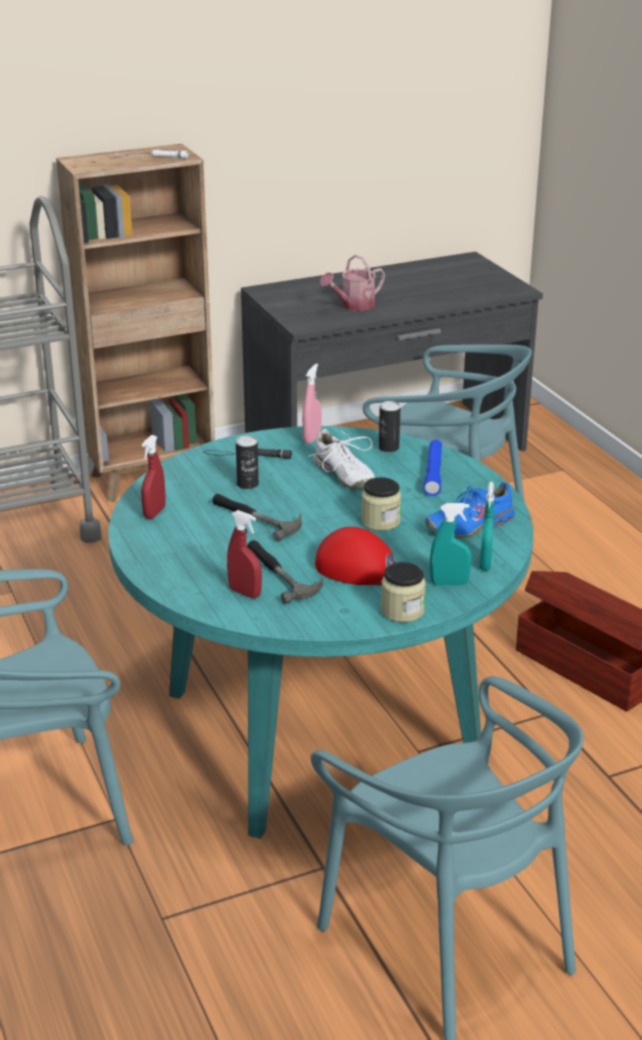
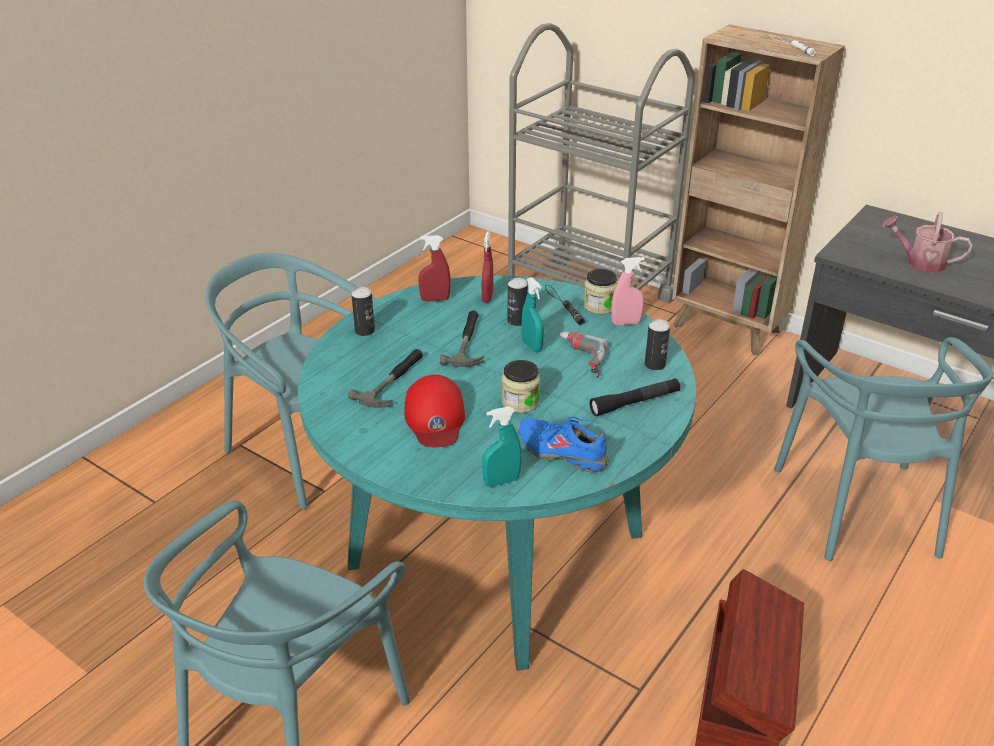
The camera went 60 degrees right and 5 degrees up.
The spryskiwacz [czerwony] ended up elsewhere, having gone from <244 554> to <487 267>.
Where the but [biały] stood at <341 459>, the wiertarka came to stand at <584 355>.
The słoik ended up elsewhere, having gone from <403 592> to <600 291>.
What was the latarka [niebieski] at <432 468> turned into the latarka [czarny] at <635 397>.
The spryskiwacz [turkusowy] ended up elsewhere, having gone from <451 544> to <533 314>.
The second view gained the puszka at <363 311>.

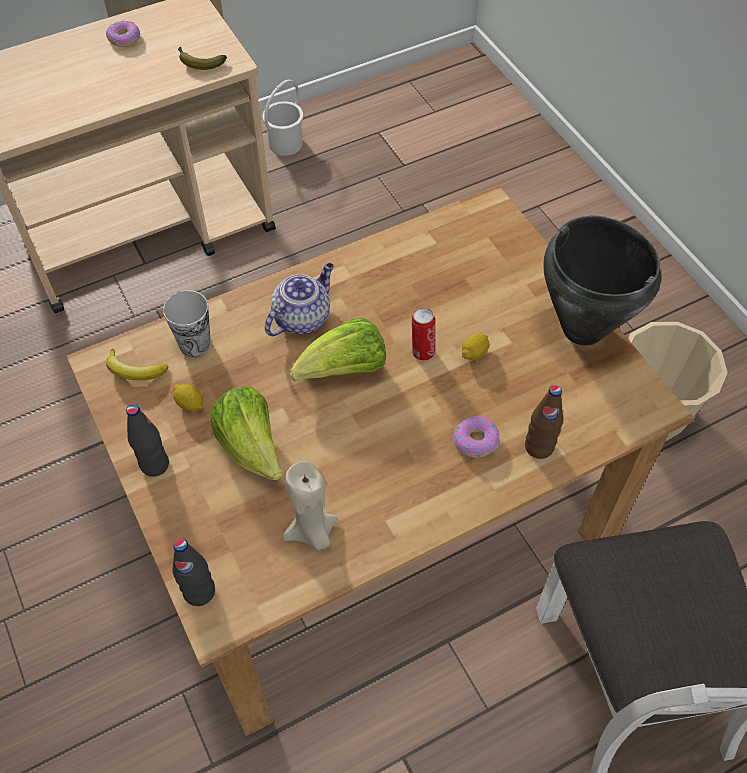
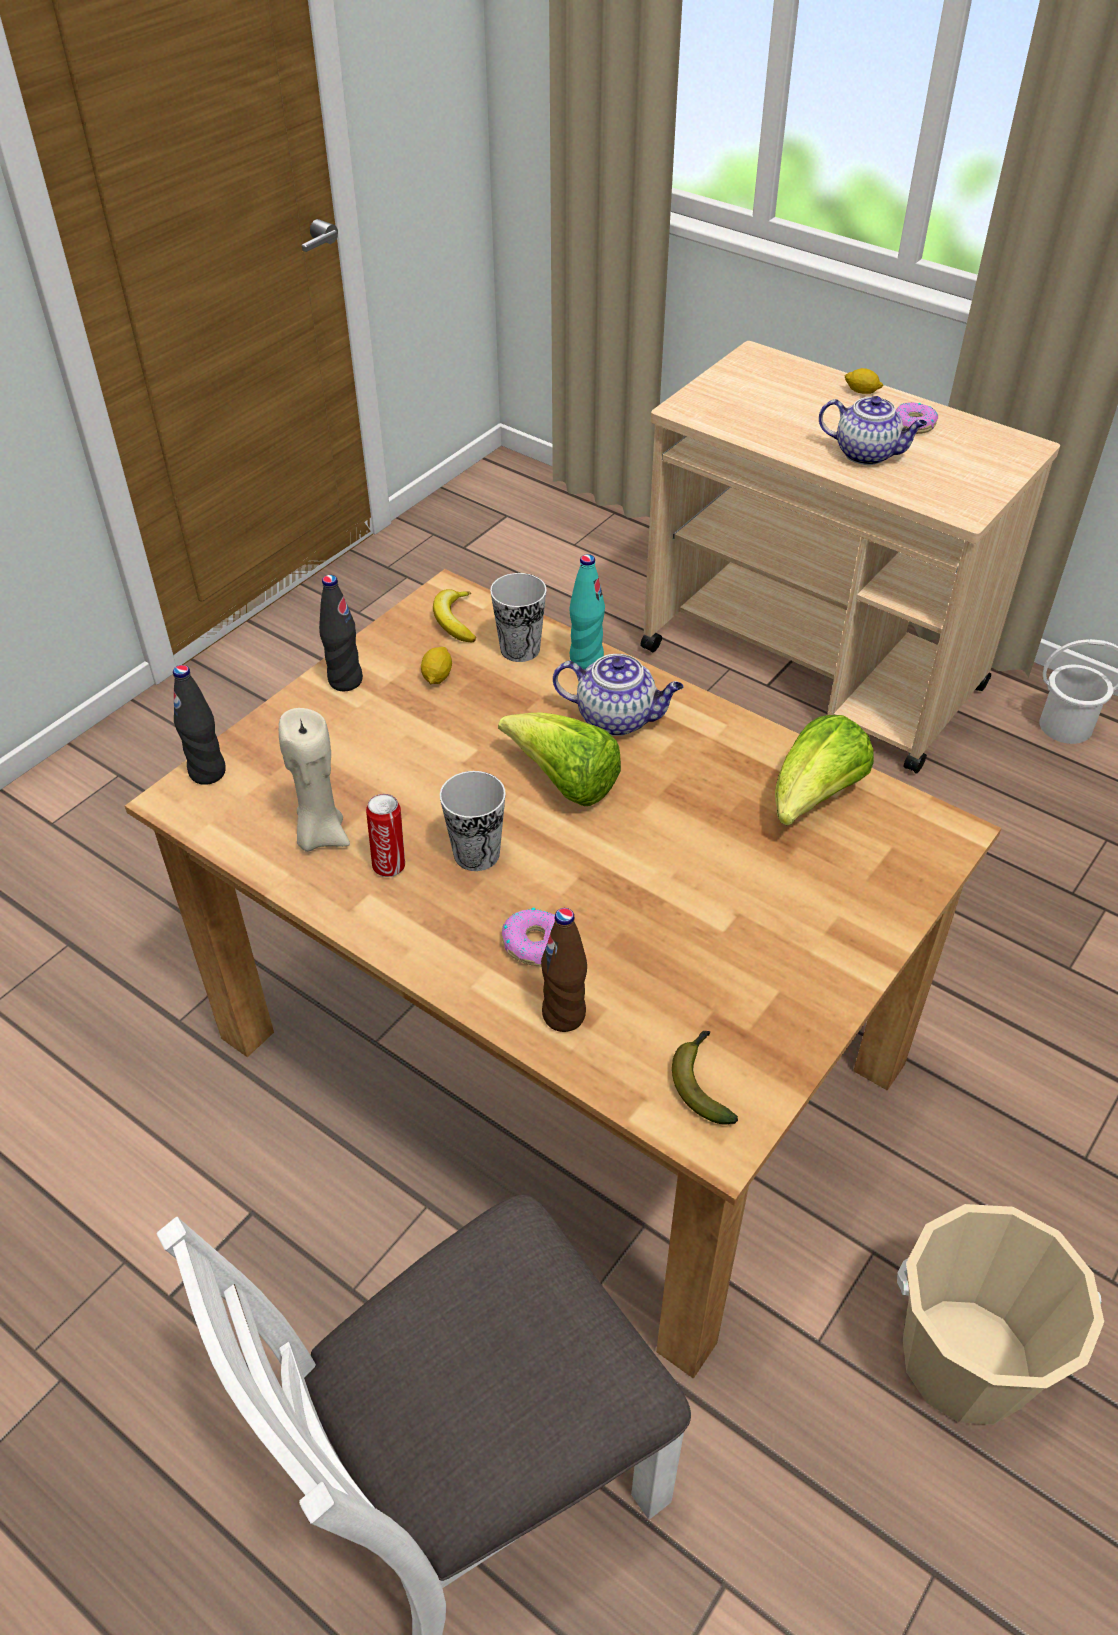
The camera went 65 degrees right and 10 degrees down.
The banan ended up elsewhere, having gone from <202 58> to <705 1078>.
The sałata ended up elsewhere, having gone from <246 433> to <824 770>.
The puszka ended up elsewhere, having gone from <423 334> to <385 835>.
The cytryna ended up elsewhere, having gone from <476 346> to <864 381>.
The second view lost the garnek [czarny] at <602 281>.
The second view gained the filiżanka at <473 821>.
The second view gained the butelka [turkusowy] at <587 611>.
The second view gained the imbryk at <873 430>.

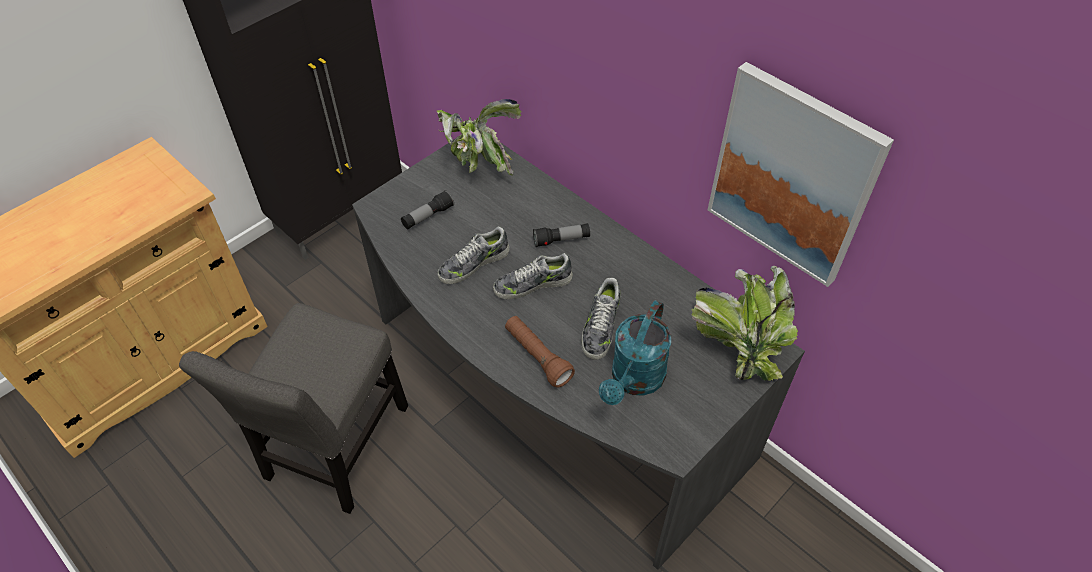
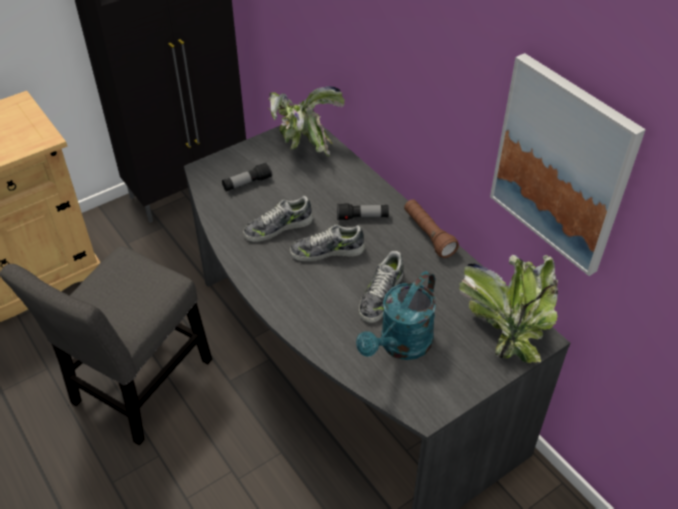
The camera went 10 degrees right and 5 degrees down.
The latarka [brązowy] ended up elsewhere, having gone from <540 352> to <431 228>.

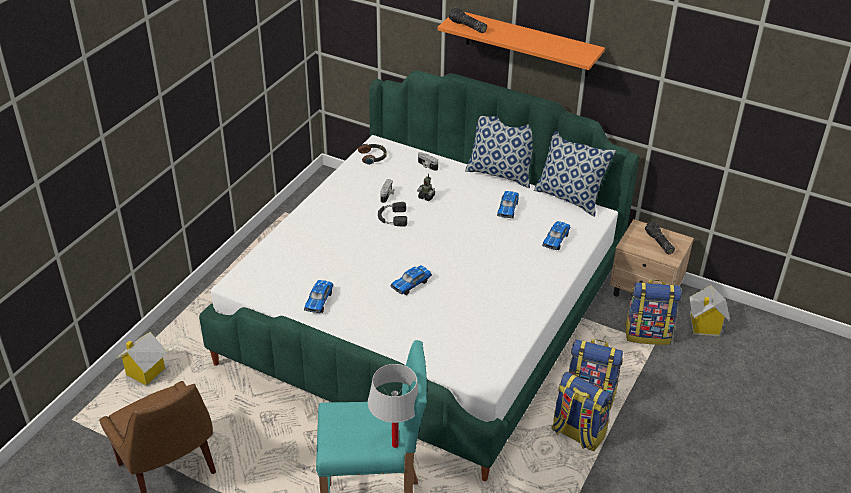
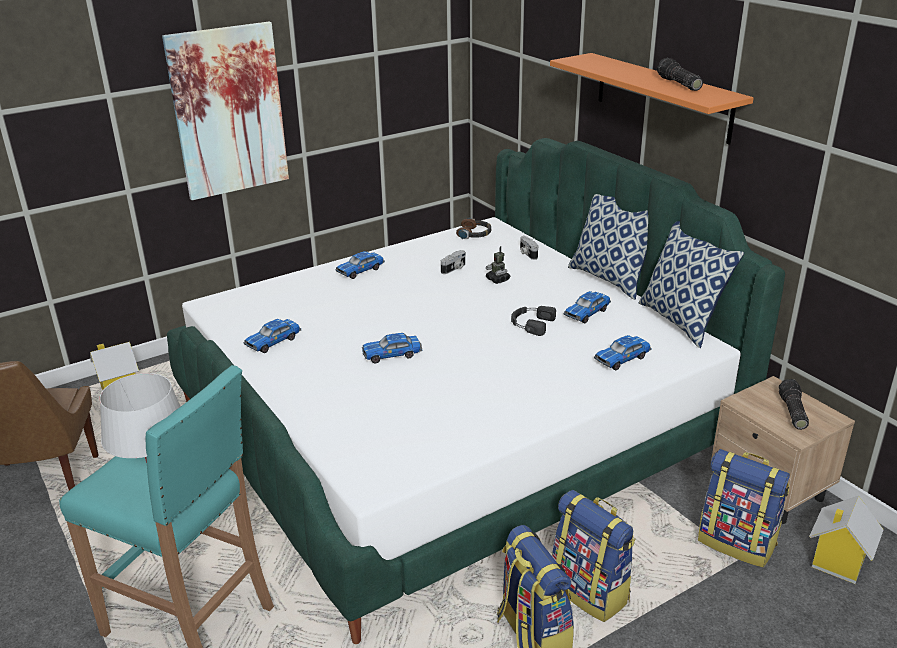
The camera went 30 degrees right and 10 degrees down.
The słuchawki [czarny] ended up elsewhere, having gone from <392 214> to <533 321>.
The latarka ended up elsewhere, having gone from <468 20> to <680 74>.
The second view gained the obraz at <225 110>.
The second view gained the samochodzik at <360 265>.

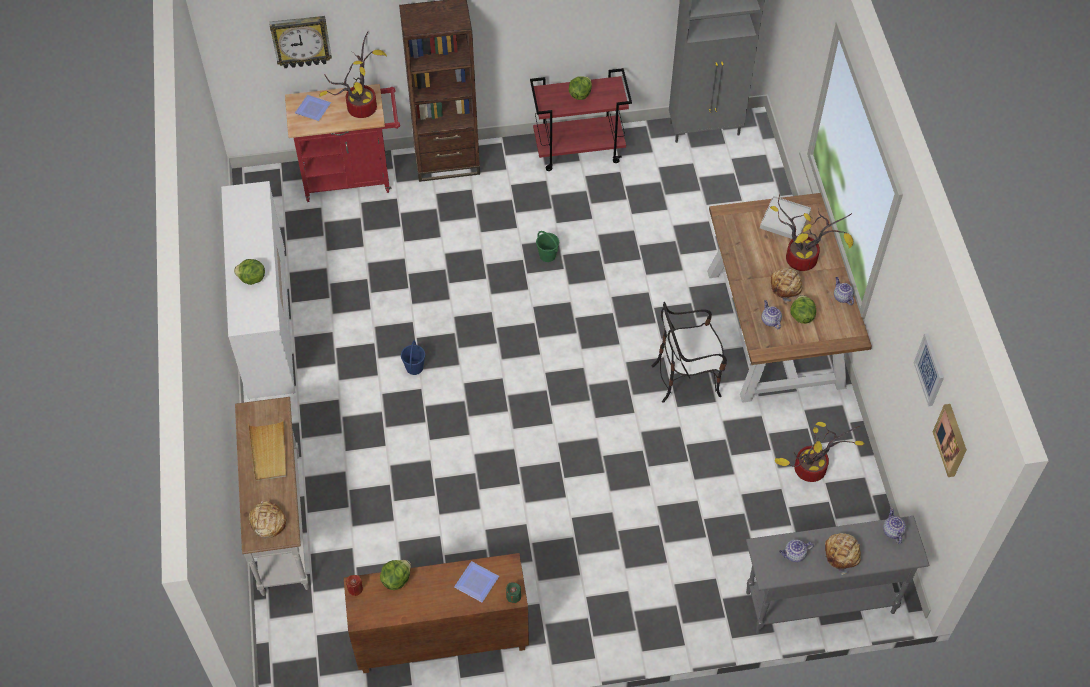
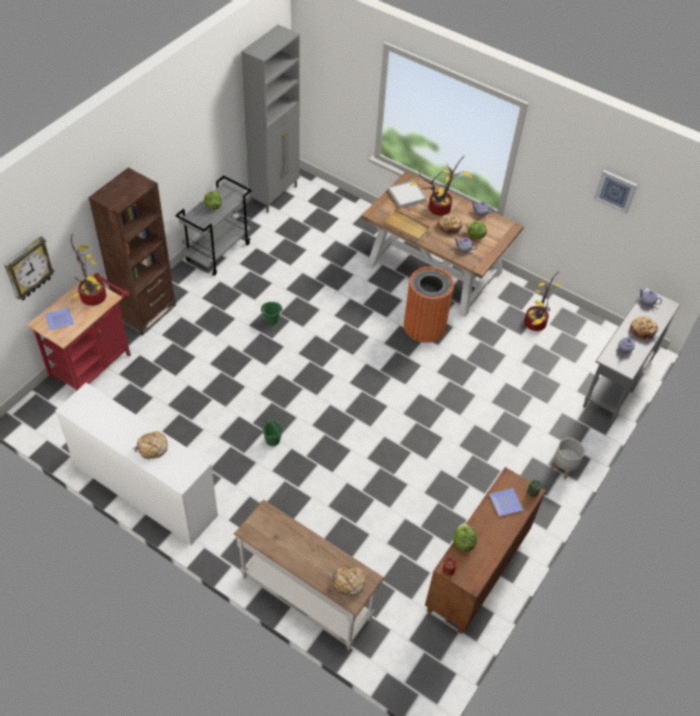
The camera went 50 degrees left and 5 degrees down.
Where the sałata stood at <249 272>, the chleb came to stand at <150 445>.
The taca [beżowy] ended up elsewhere, having gone from <267 450> to <406 225>.
What was the wiadro [niebieski] at <413 358> turned into the wiadro [zielony] at <272 432>.
What was the wózek [czerwony] at <581 119> turned into the wózek [szary] at <213 225>.
Where the krzesło stood at <689 352>, the kosz na śmieci [pomarańczowy] came to stand at <429 305>.
The second view lost the obraz at <950 440>.
The second view gained the donica [szary] at <568 458>.

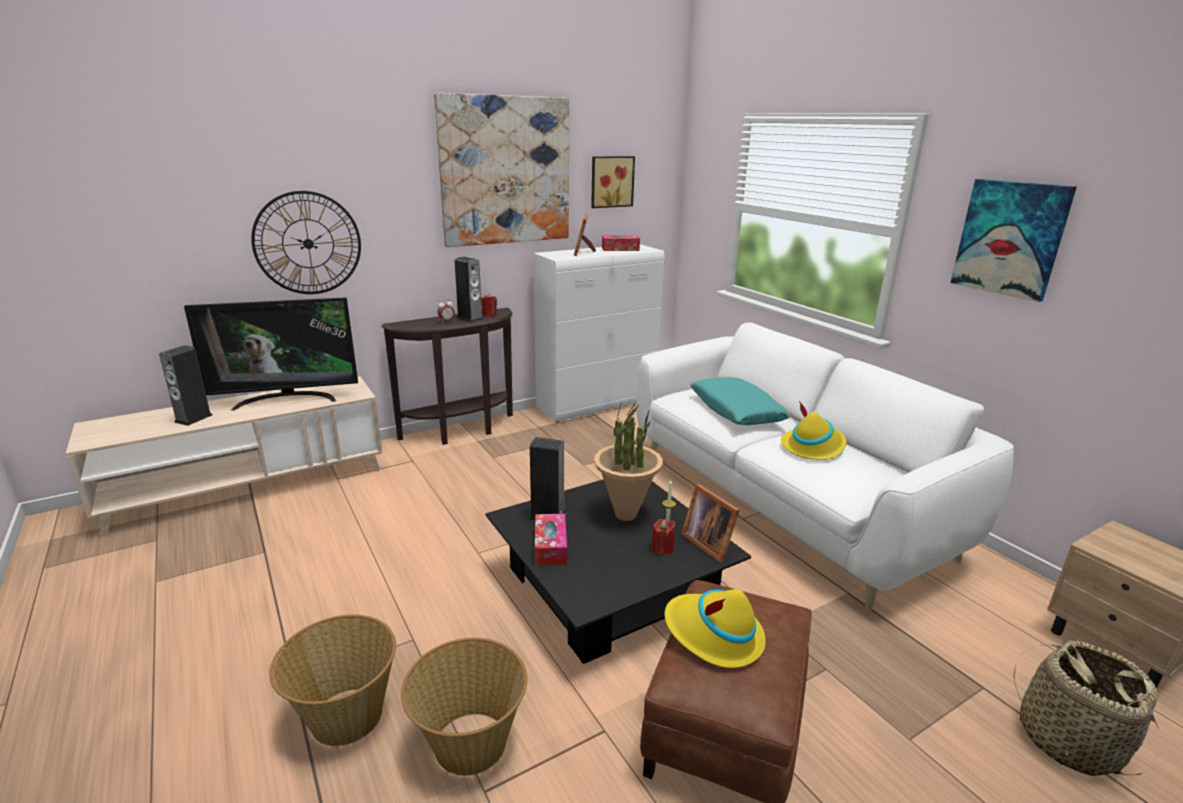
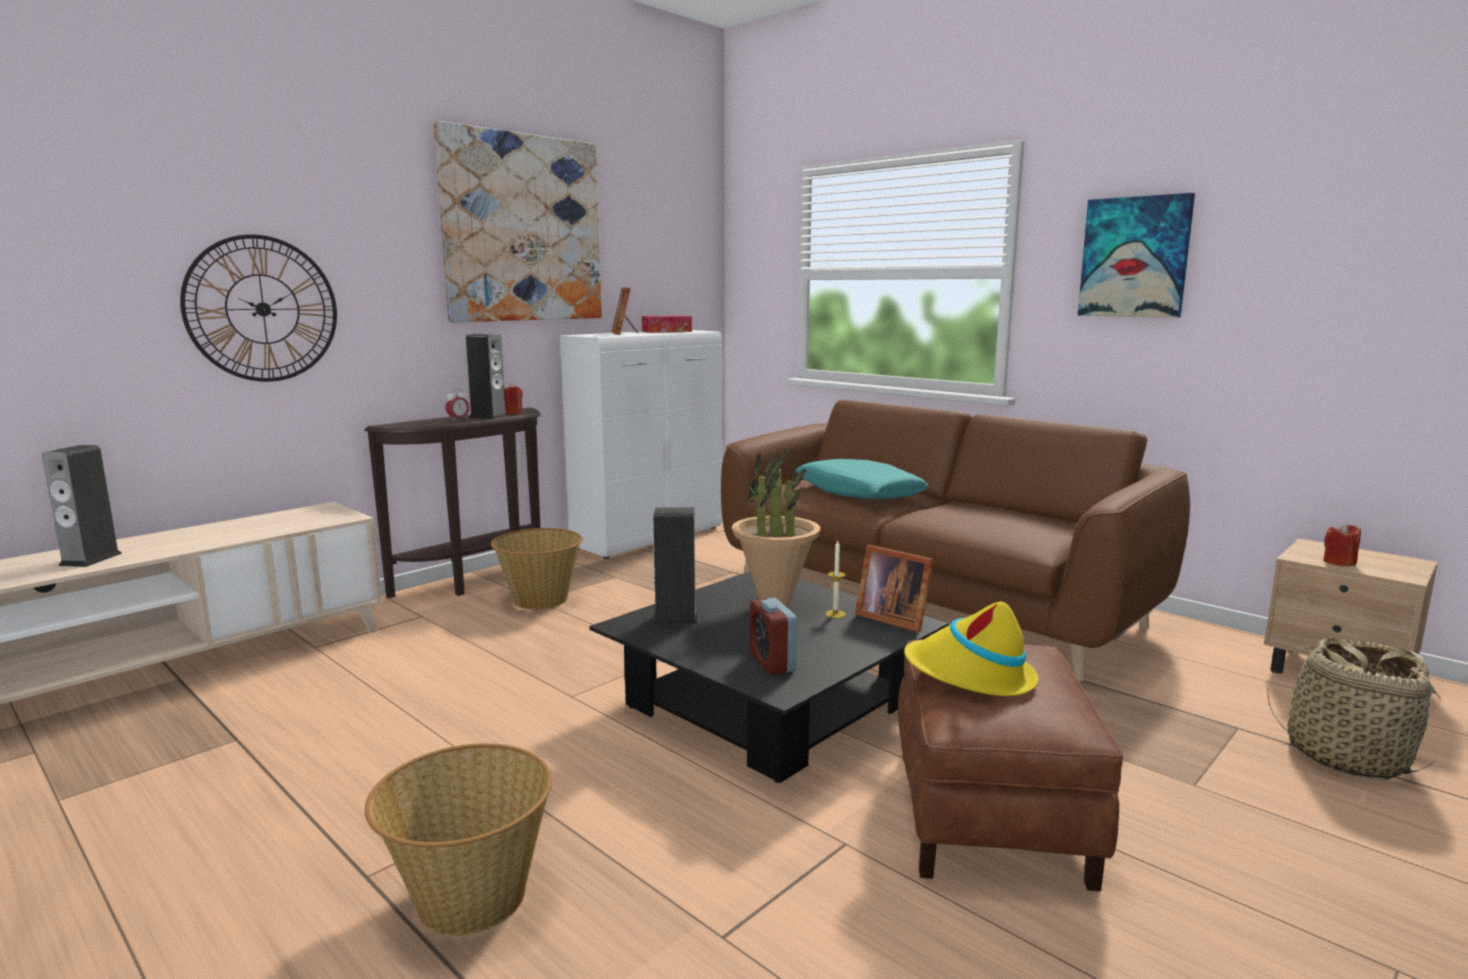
The camera went 15 degrees left and 10 degrees down.
The second view lost the telewizor at <271 353>.
The koszyk ended up elsewhere, having gone from <464 707> to <537 568>.
The second view lost the pudełko chusteczek at <551 540>.
The second view lost the obraz at <613 182>.
What was the kanapa [biały] at <825 466> turned into the kanapa [brązowy] at <955 540>.
The świeca [czerwony] ended up elsewhere, having gone from <663 537> to <1342 544>.
The second view lost the kapelusz [żółty] at <813 430>.
The second view gained the budzik at <773 636>.

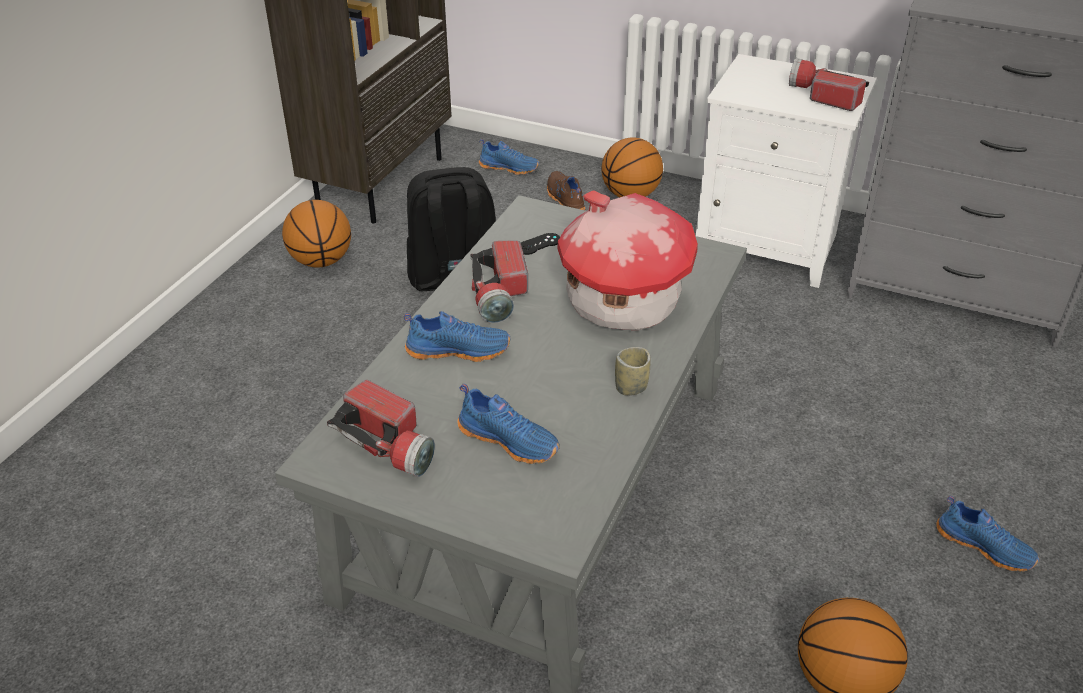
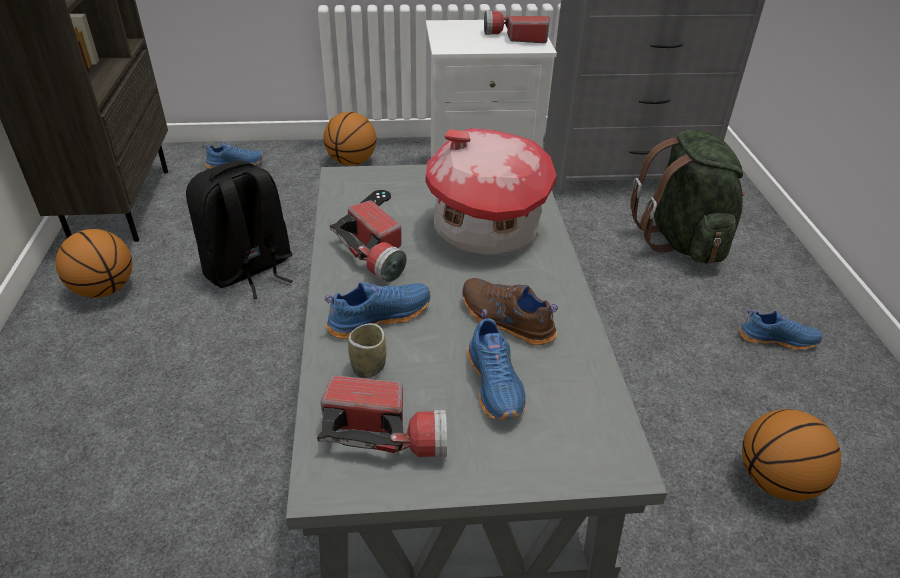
The camera went 30 degrees left and 0 degrees up.
The but [niebieski] at <509 424> ended up facing another way, 75 degrees clockwise from before.
The but [brązowy] ended up elsewhere, having gone from <566 190> to <510 311>.
The filiżanka ended up elsewhere, having gone from <633 371> to <367 350>.
The second view gained the plecak [zielony] at <687 197>.

